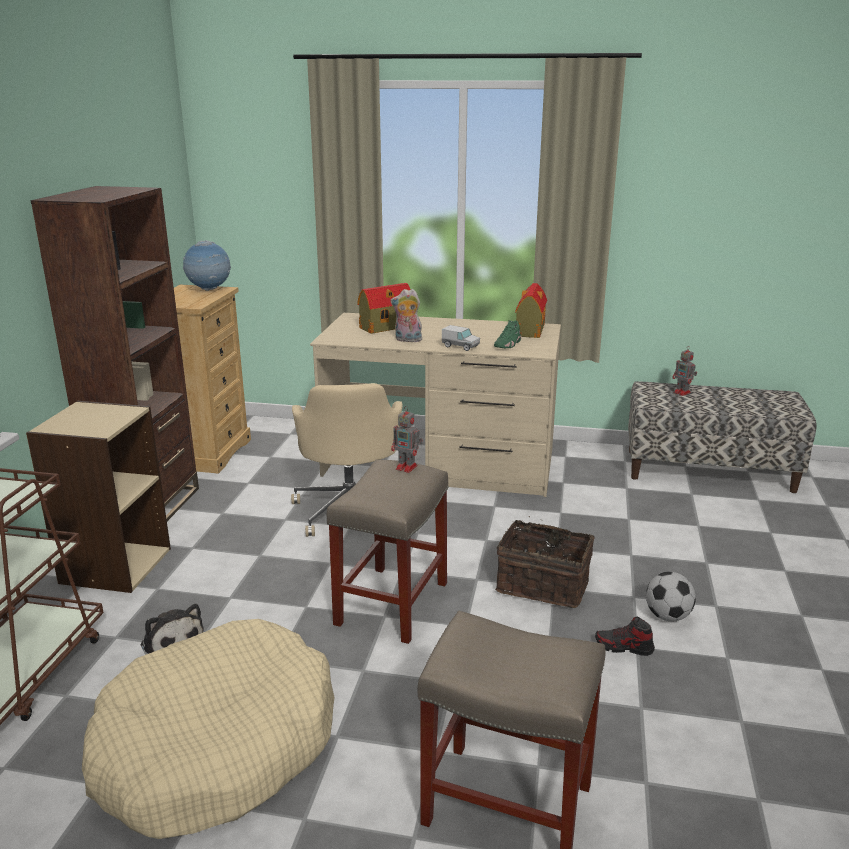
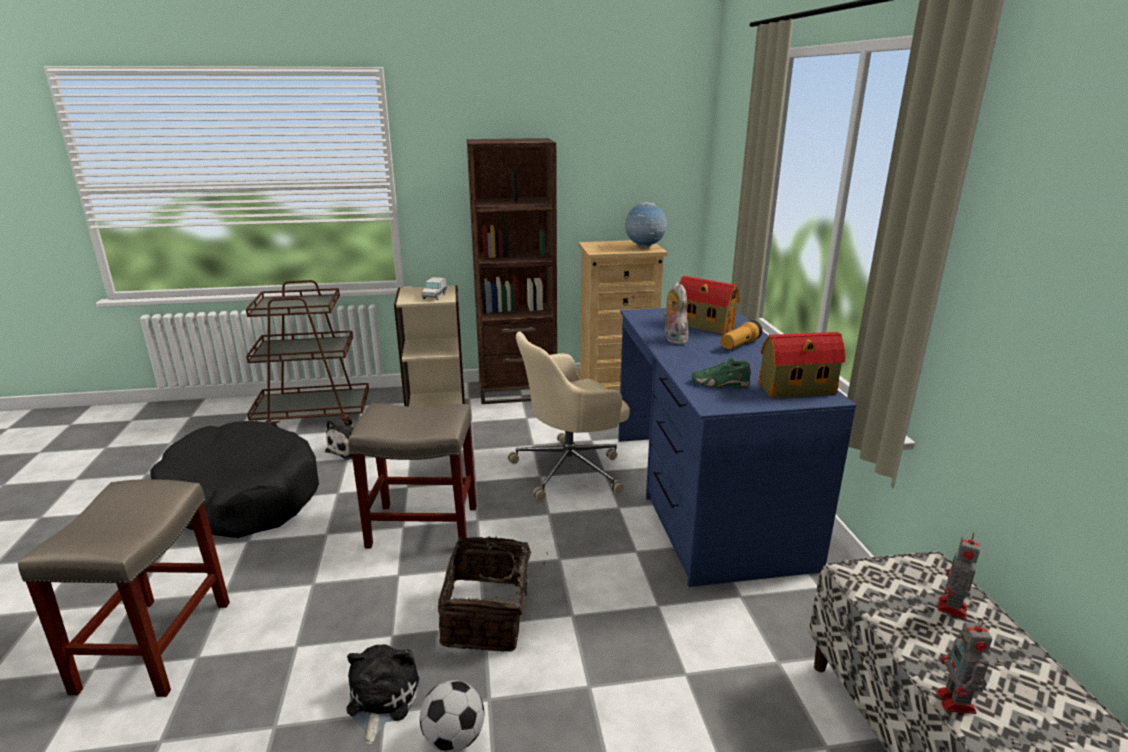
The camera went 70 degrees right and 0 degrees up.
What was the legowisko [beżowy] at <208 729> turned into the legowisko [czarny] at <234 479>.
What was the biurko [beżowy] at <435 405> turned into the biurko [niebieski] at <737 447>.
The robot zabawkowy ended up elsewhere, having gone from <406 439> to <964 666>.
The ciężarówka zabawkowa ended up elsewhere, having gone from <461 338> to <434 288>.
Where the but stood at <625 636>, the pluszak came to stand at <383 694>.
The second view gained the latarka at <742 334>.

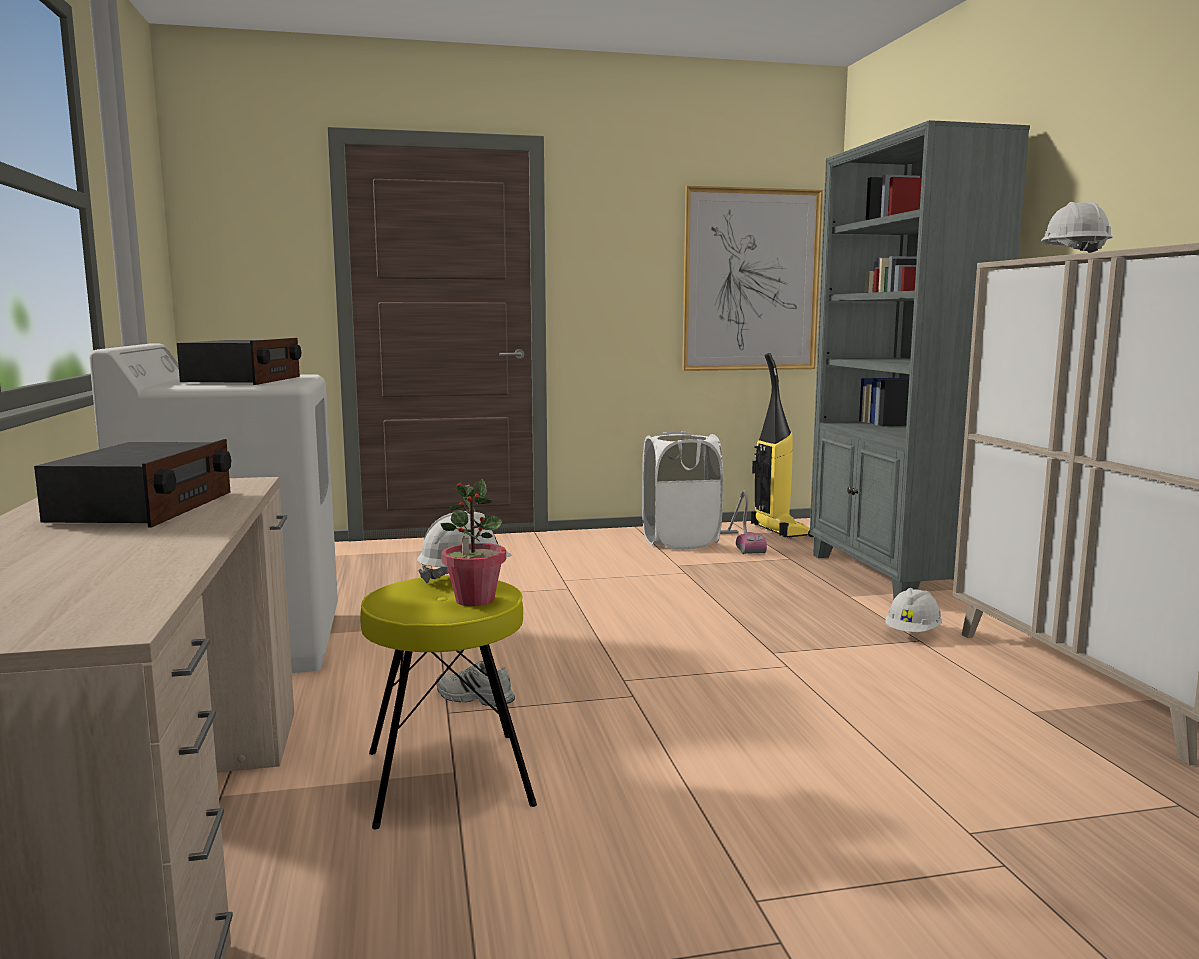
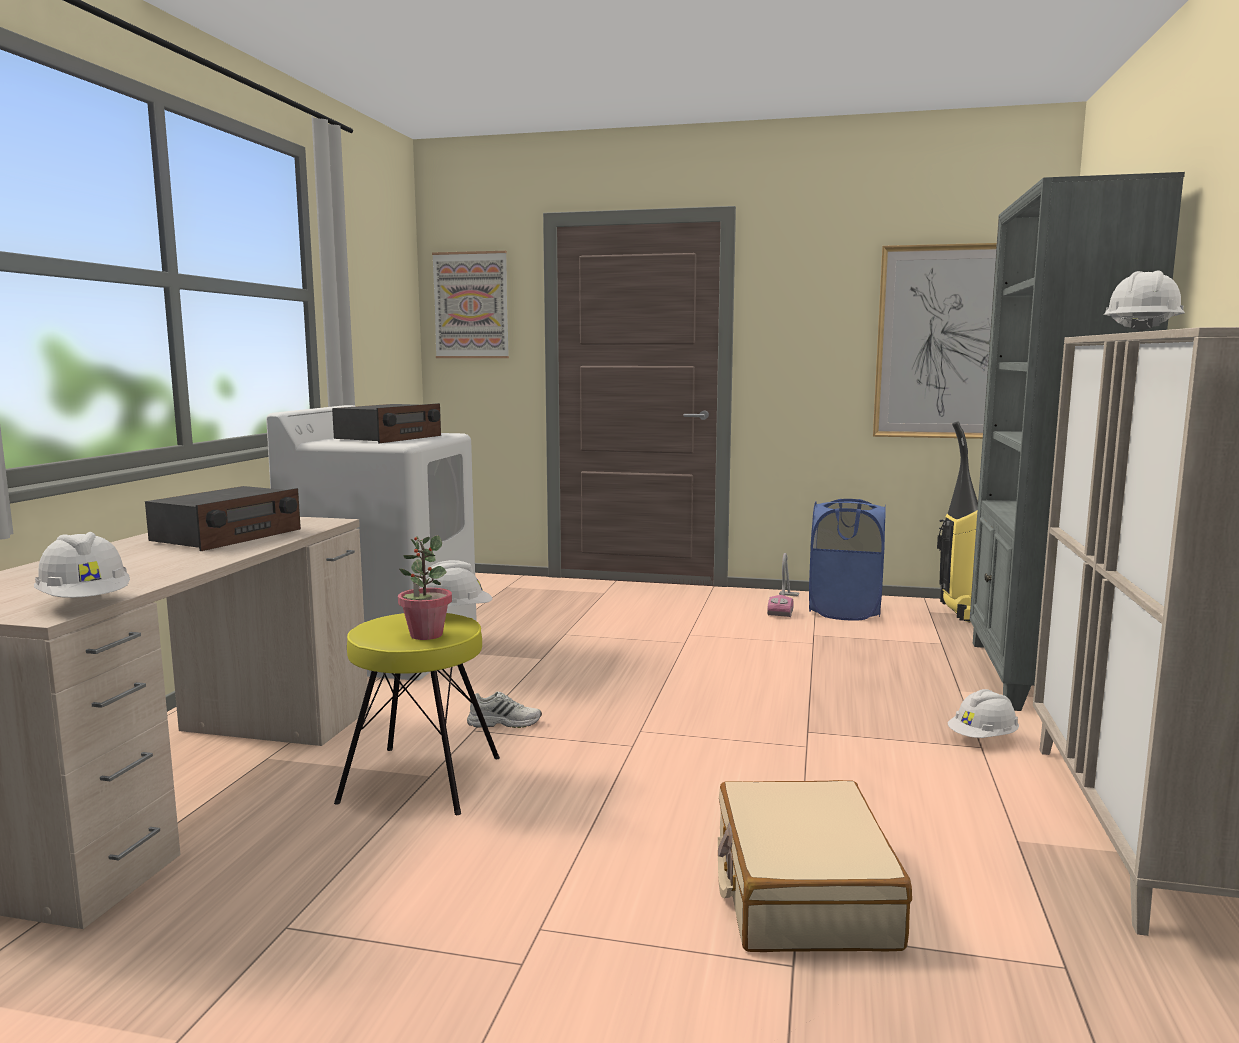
The camera went 25 degrees right and 0 degrees up.
The but [biały] at <475 684> ended up facing another way, 135 degrees clockwise from before.
What was the kosz na pranie [biały] at <682 490> turned into the kosz na pranie [niebieski] at <847 560>.
The odkurzacz ended up elsewhere, having gone from <743 522> to <783 585>.
The second view gained the kask [biały] at <82 565>.
The second view gained the obraz at <470 304>.
The second view gained the walizka [beżowy] at <815 866>.

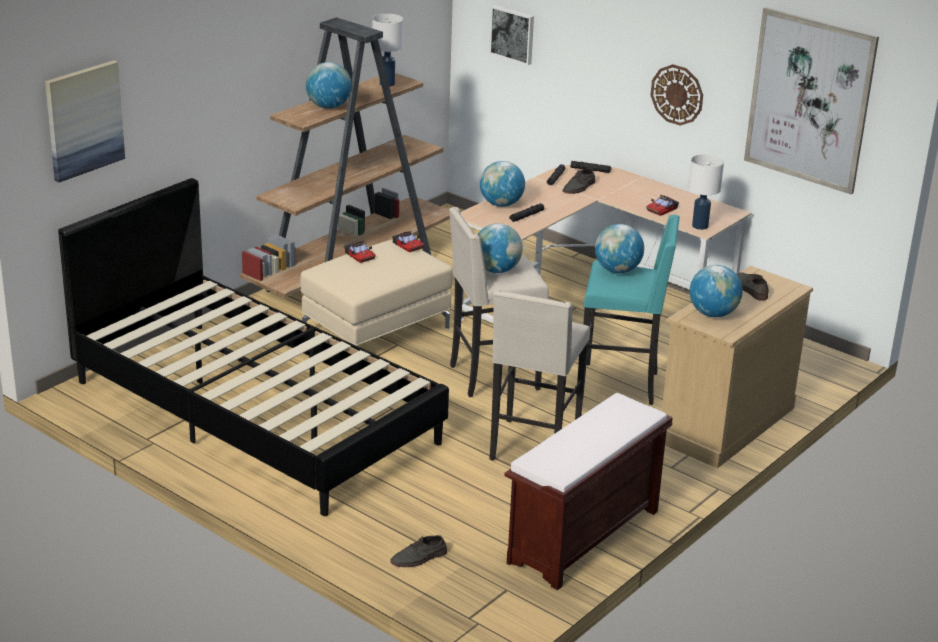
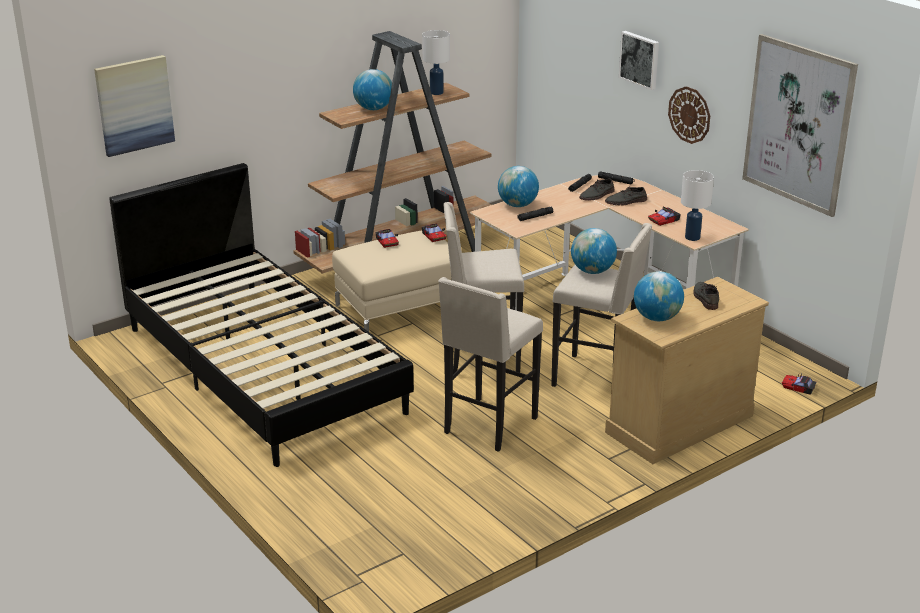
The camera went 15 degrees right and 0 degrees up.
The but [szary] ended up elsewhere, having gone from <418 551> to <626 196>.
The second view lost the globus at <500 248>.
The obraz ended up elsewhere, having gone from <511 35> to <639 60>.
The second view lost the ławka [brązowy] at <588 491>.
What was the stołek [turkusowy] at <631 310> turned into the stołek [beżowy] at <602 305>.
The second view gained the samochodzik at <799 384>.

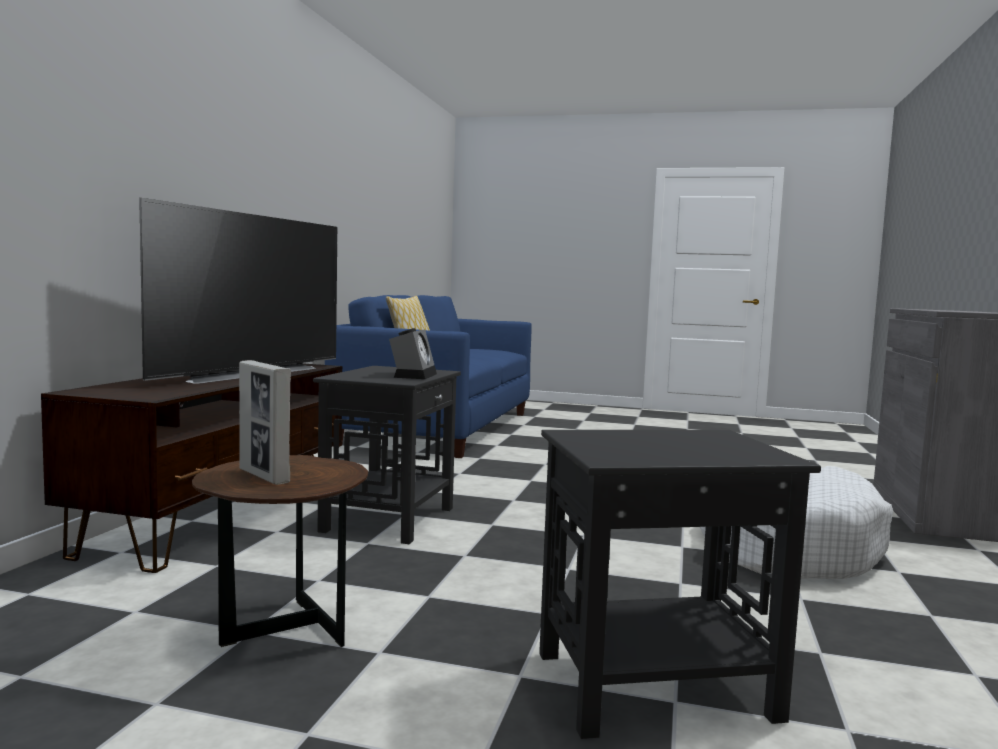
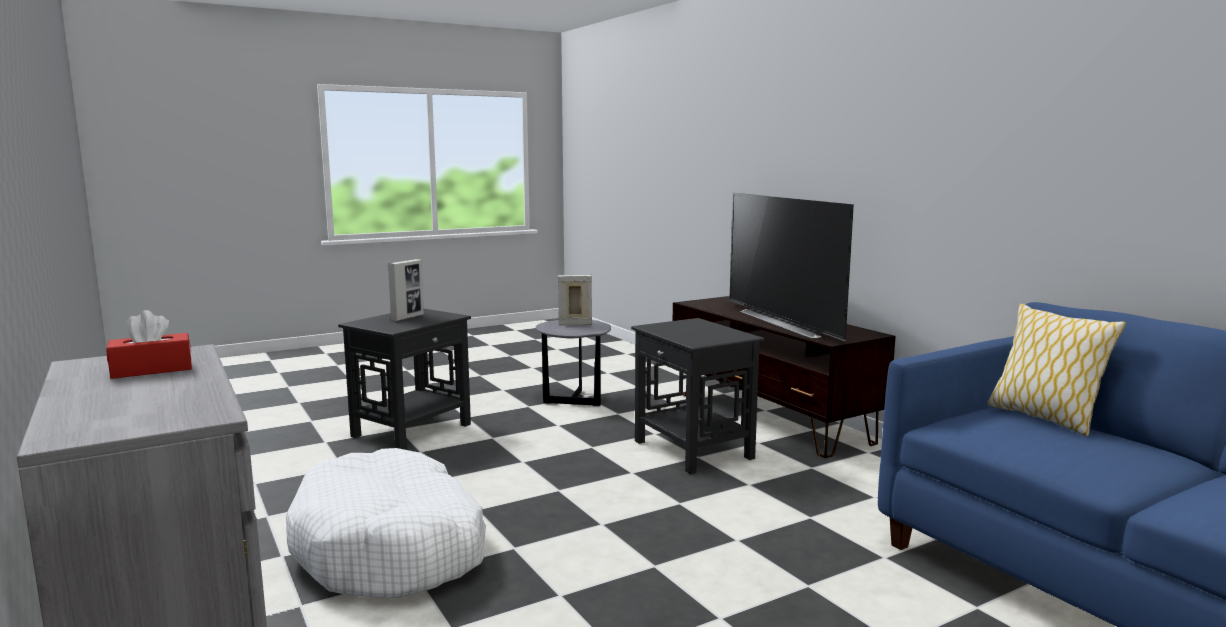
The camera went 135 degrees right and 5 degrees up.
What was the stolik [brązowy] at <280 551> turned into the stolik [szary] at <573 363>.
The second view lost the budzik at <413 353>.
The second view gained the pudełko chusteczek [czerwony] at <149 344>.
The second view gained the ramka na zdjęcie at <406 290>.

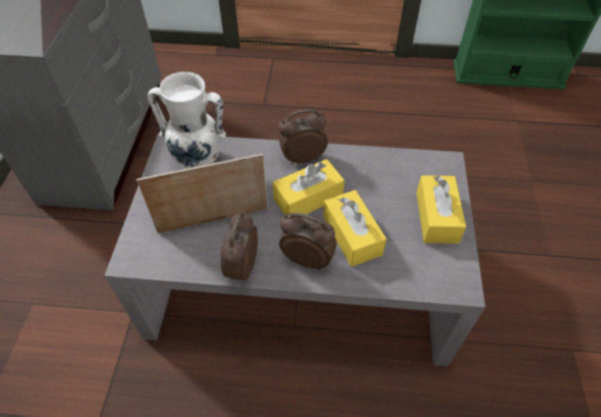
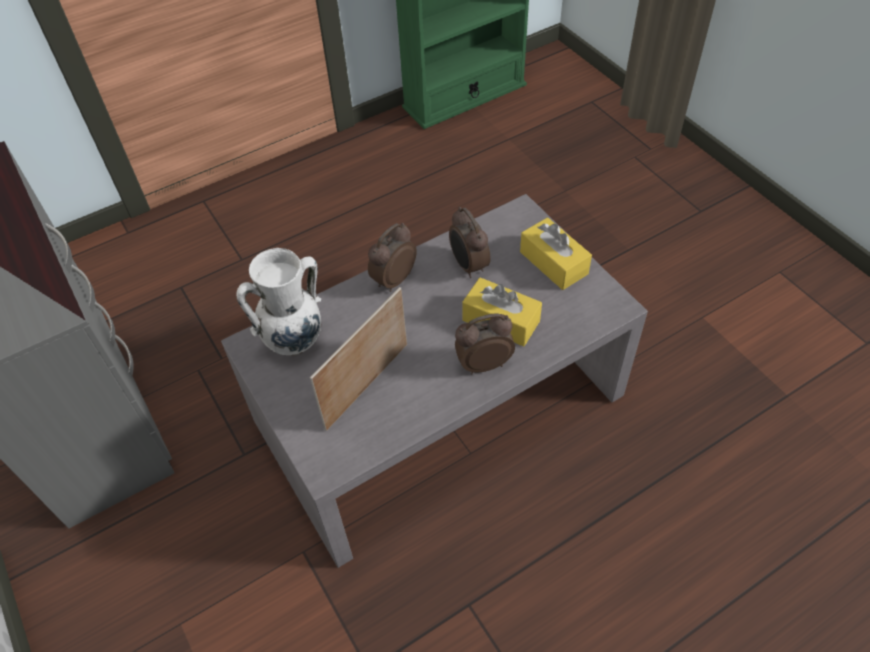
The camera went 35 degrees left and 0 degrees up.
The budzik ended up elsewhere, having gone from <239 246> to <469 242>.
The second view lost the pudełko chusteczek [żółty] at <308 187>.

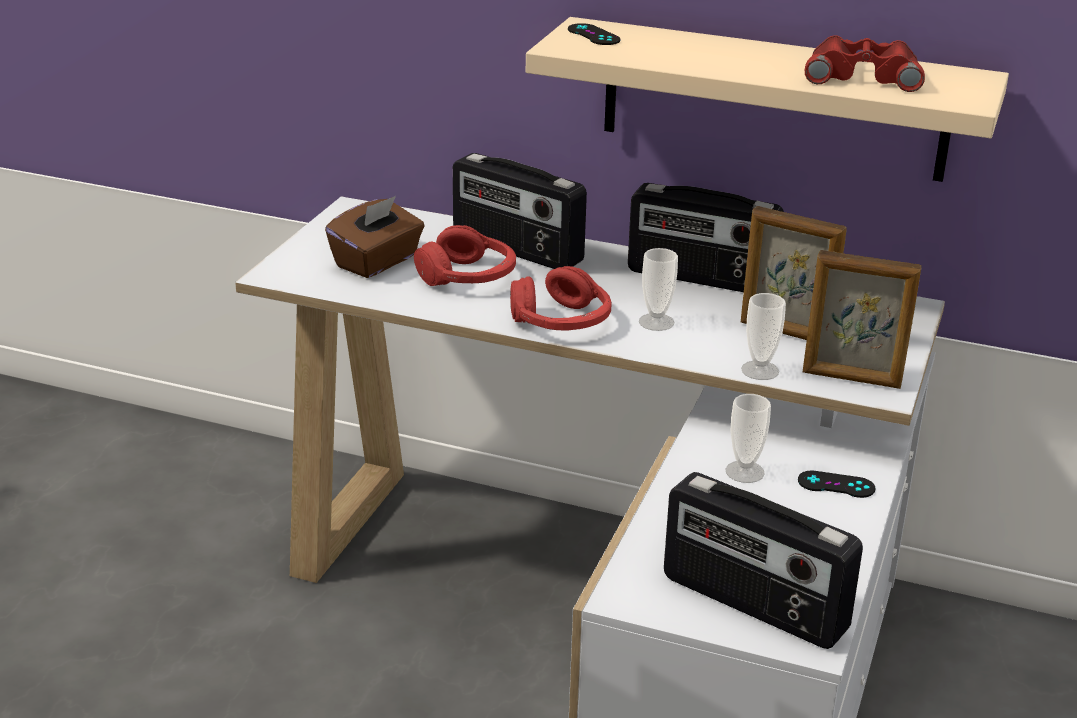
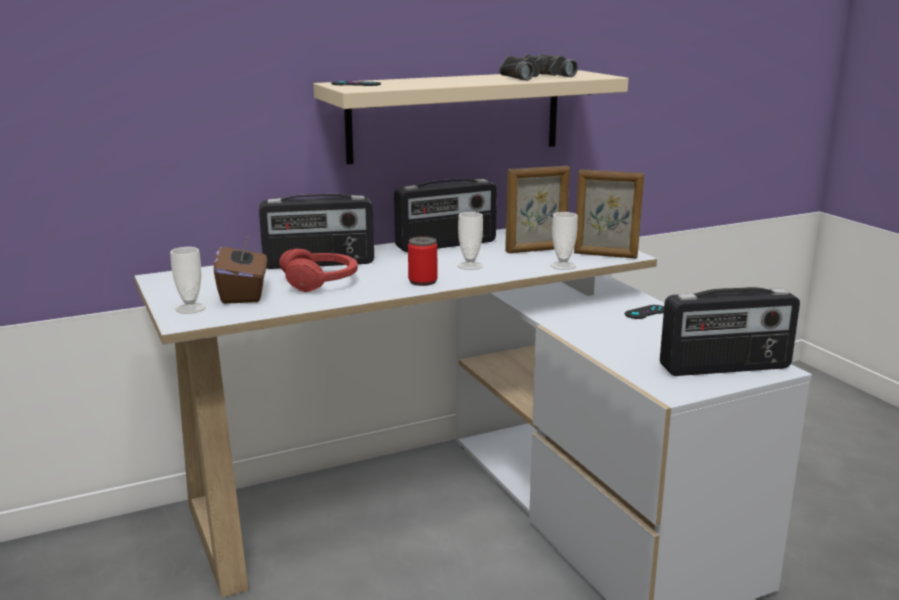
The camera went 45 degrees left and 10 degrees down.
Where the słuchawki [czerwony] stood at <560 298>, the puszka came to stand at <422 261>.
The filiżanka ended up elsewhere, having gone from <748 438> to <188 280>.
The ramka na zdjęcie at <862 319> ended up facing another way, 45 degrees clockwise from before.
What was the lornetka [czerwony] at <865 63> turned into the lornetka [czarny] at <538 67>.

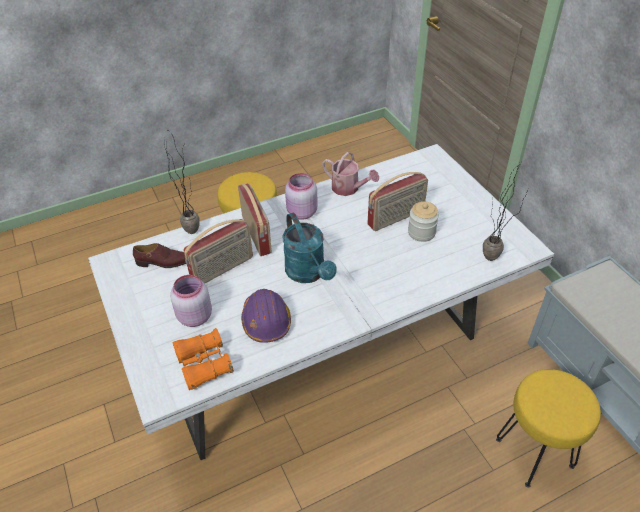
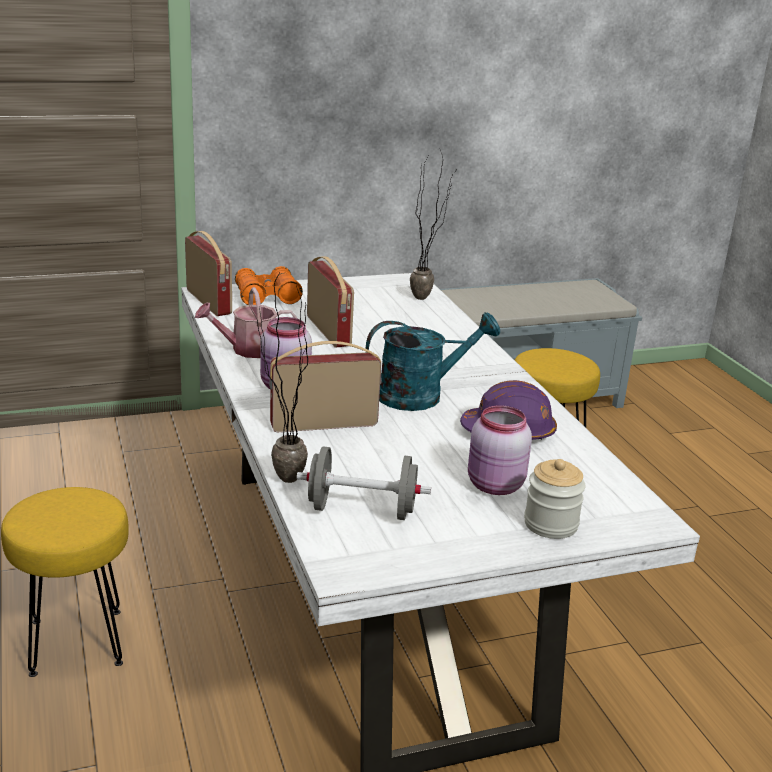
The camera went 85 degrees left and 20 degrees down.
Where the but [brązowy] stood at <160 255>, the hantel [szary] came to stand at <364 483>.
The lornetka [pomarańczowy] ended up elsewhere, having gone from <203 359> to <269 285>.
The radio ended up elsewhere, having gone from <218 251> to <208 273>.
The konewka at <350 174> ended up facing another way, 150 degrees counterclockwise from before.
The słoik ended up elsewhere, having gone from <423 221> to <555 499>.

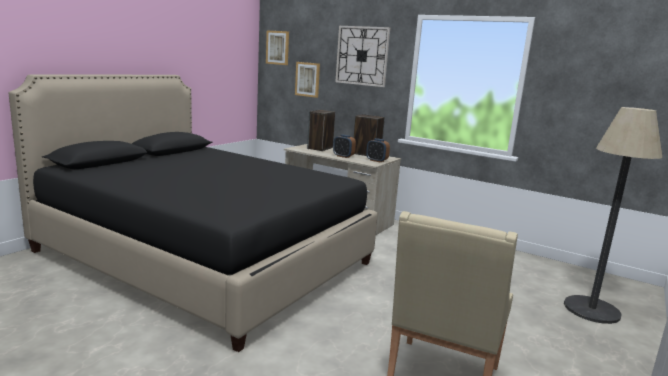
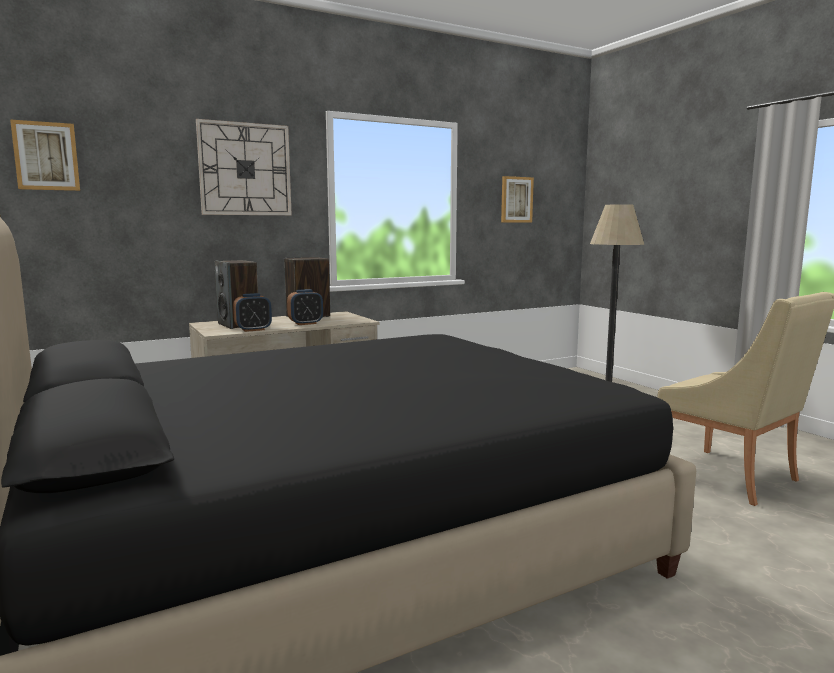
The camera went 60 degrees left and 5 degrees down.
The obraz ended up elsewhere, having gone from <307 80> to <517 199>.
The budzik ended up elsewhere, having gone from <378 150> to <252 312>.

